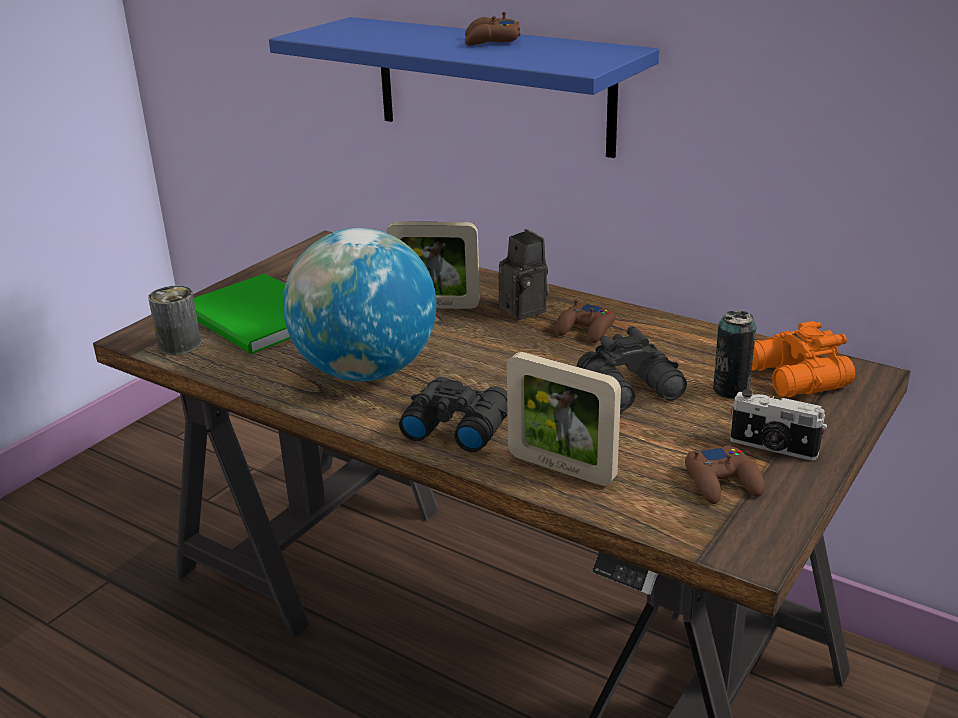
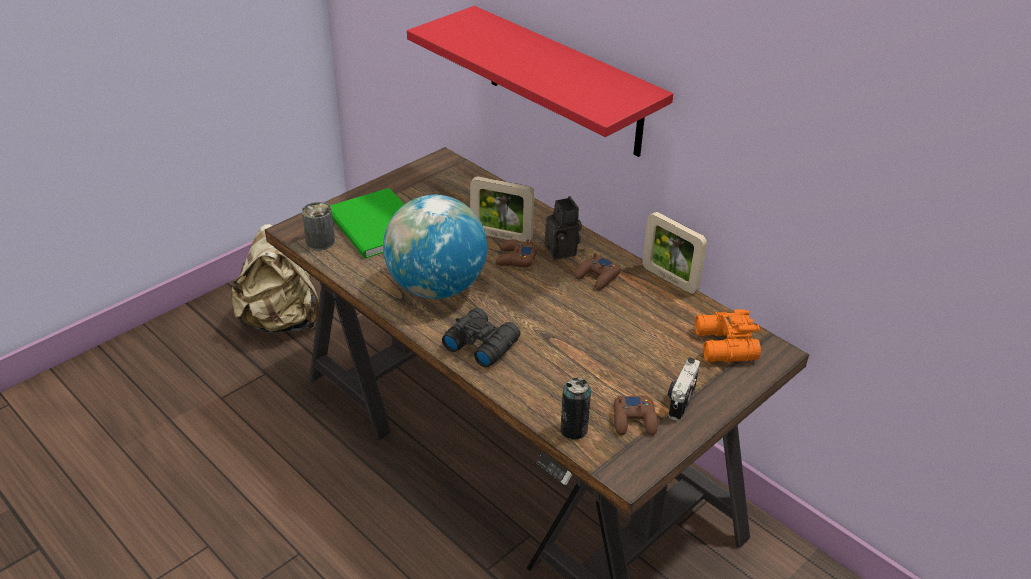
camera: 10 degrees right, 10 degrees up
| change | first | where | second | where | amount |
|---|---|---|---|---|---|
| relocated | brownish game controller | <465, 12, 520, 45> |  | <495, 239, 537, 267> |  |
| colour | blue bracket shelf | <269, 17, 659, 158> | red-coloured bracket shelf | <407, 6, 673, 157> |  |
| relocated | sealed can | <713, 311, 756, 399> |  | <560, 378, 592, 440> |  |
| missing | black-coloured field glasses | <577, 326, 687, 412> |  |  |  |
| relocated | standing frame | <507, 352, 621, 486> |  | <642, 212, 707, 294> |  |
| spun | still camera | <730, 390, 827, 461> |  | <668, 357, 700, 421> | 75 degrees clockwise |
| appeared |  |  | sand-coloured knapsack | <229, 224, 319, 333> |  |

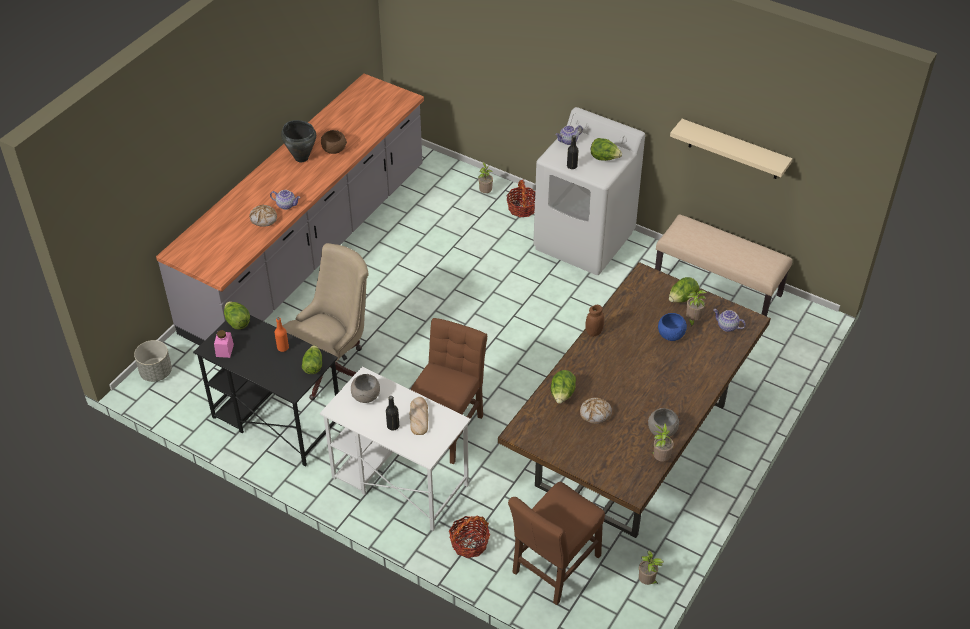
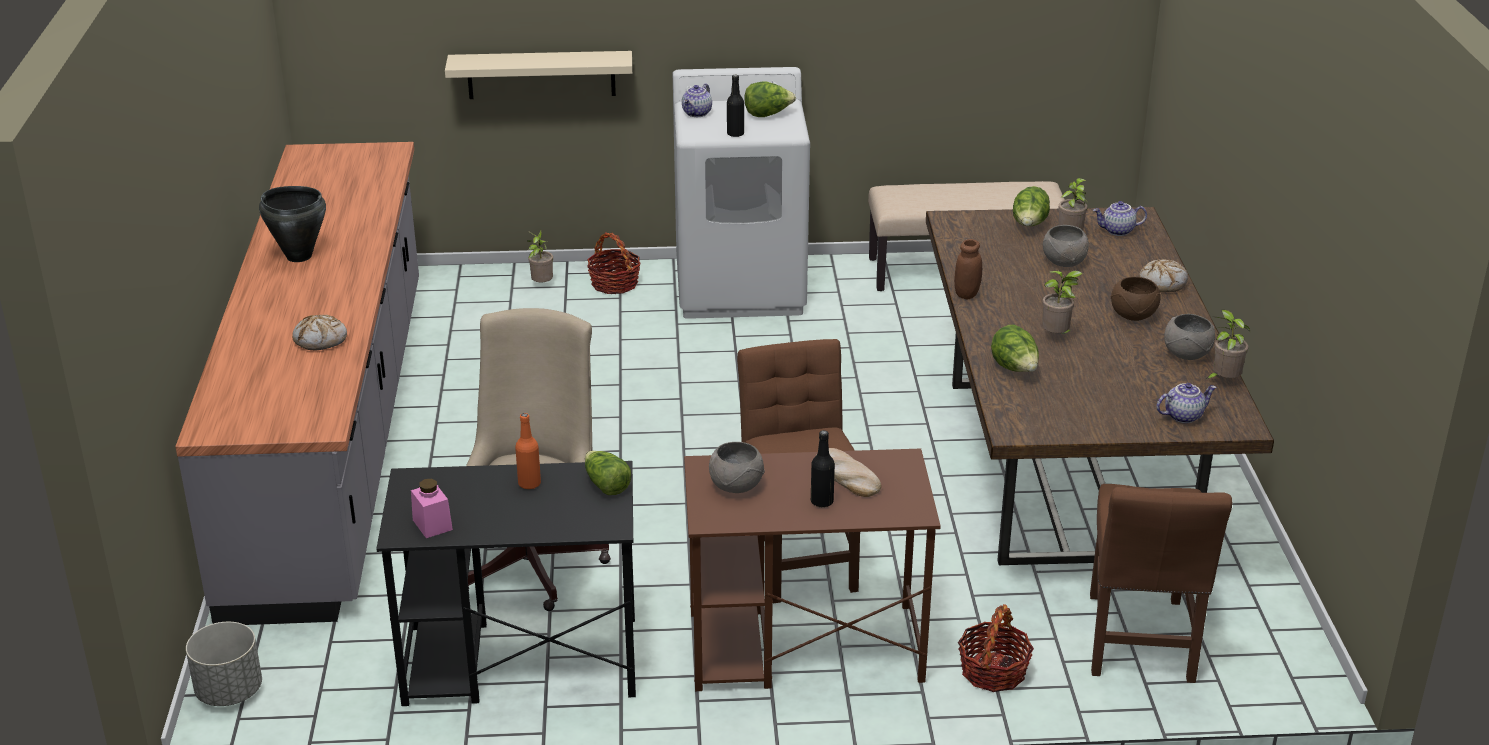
camera: 35 degrees left, 15 degrees down
| change | first | where | second | where | amount |
|---|---|---|---|---|---|
| relocated | sand-coloured bracket shelf | <670, 119, 792, 179> |  | <445, 51, 632, 99> |  |
| relocated | brownish serving bowl | <321, 130, 347, 154> |  | <1111, 277, 1161, 321> |  |
| relocated | teapot | <270, 190, 300, 210> |  | <1156, 383, 1217, 423> |  |
| missing | head of lettuce | <224, 301, 250, 330> |  |  |  |
| colour | blue serving bowl | <658, 313, 687, 341> | grey serving bowl | <1043, 225, 1089, 267> |  |
| colour | whitish desk | <320, 367, 471, 531> | brownish desk | <684, 448, 941, 691> |  |
| relocated | bakery bread | <580, 398, 612, 424> |  | <1139, 259, 1188, 292> |  |
| relocated | potted plant | <639, 551, 664, 585> |  | <1042, 271, 1083, 334> |  |

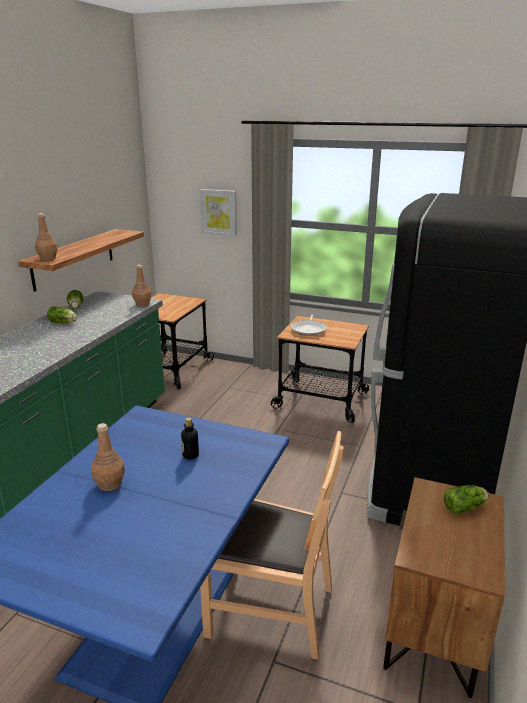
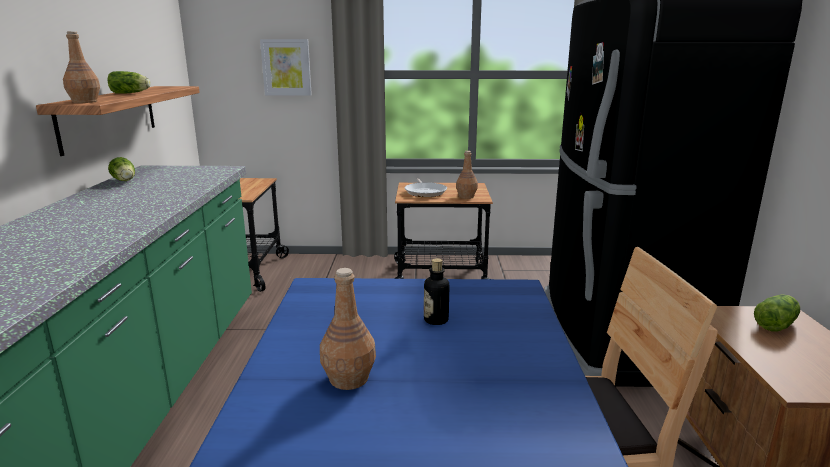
camera: 20 degrees left, 5 degrees down
| change | first | where | second | where | amount |
|---|---|---|---|---|---|
| relocated | brownish bottle | <132, 265, 152, 307> |  | <456, 151, 478, 199> |  |
| relocated | head of lettuce | <47, 306, 77, 323> |  | <108, 71, 151, 94> |  |

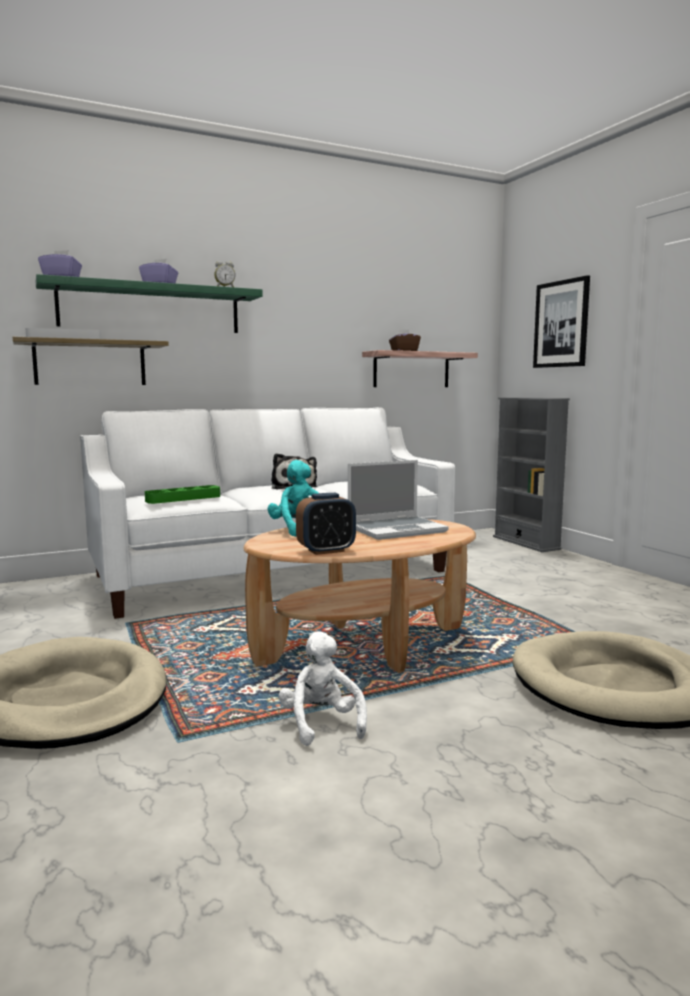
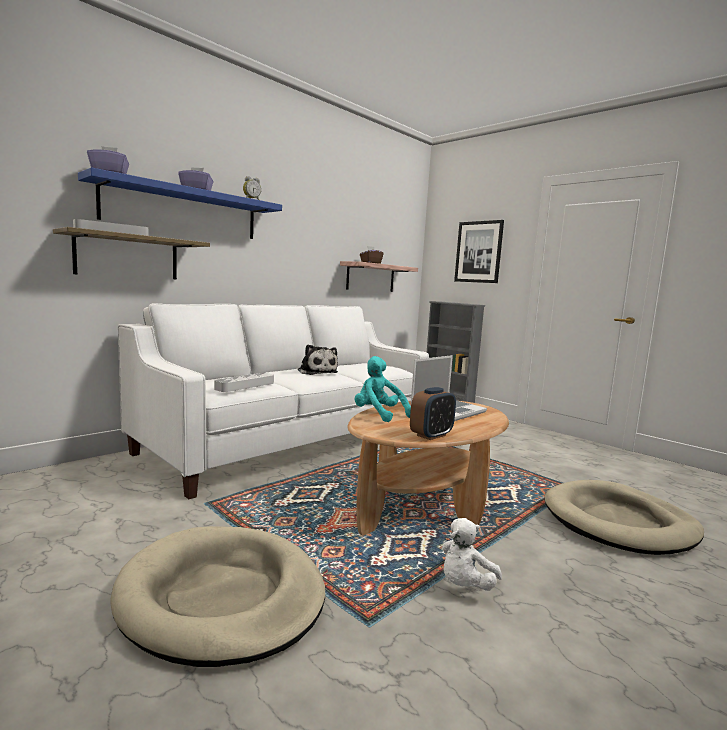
camera: 20 degrees left, 0 degrees up
| change | first | where | second | where | amount |
|---|---|---|---|---|---|
| colour | green bracket shelf | <36, 274, 262, 333> | blue bracket shelf | <78, 167, 282, 239> |  |
| colour | green tray | <145, 485, 220, 504> | grey tray | <214, 373, 274, 392> |  |
| spun | whitish soft toy | <279, 631, 367, 746> |  | <442, 518, 502, 591> | 105 degrees counterclockwise |

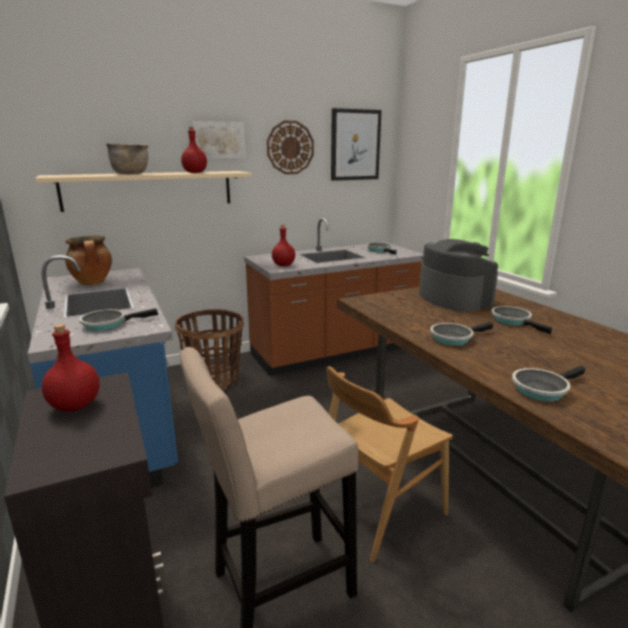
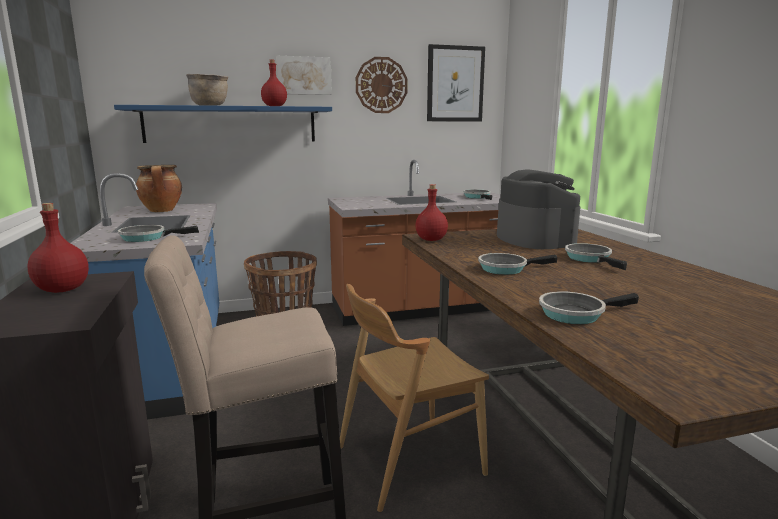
camera: 10 degrees right, 5 degrees down
| change | first | where | second | where | amount |
|---|---|---|---|---|---|
| colour | sand-coloured bracket shelf | <35, 171, 252, 212> | blue bracket shelf | <114, 105, 332, 143> |  |
| relocated | red-coloured bottle | <272, 225, 295, 266> |  | <415, 184, 448, 241> |  |

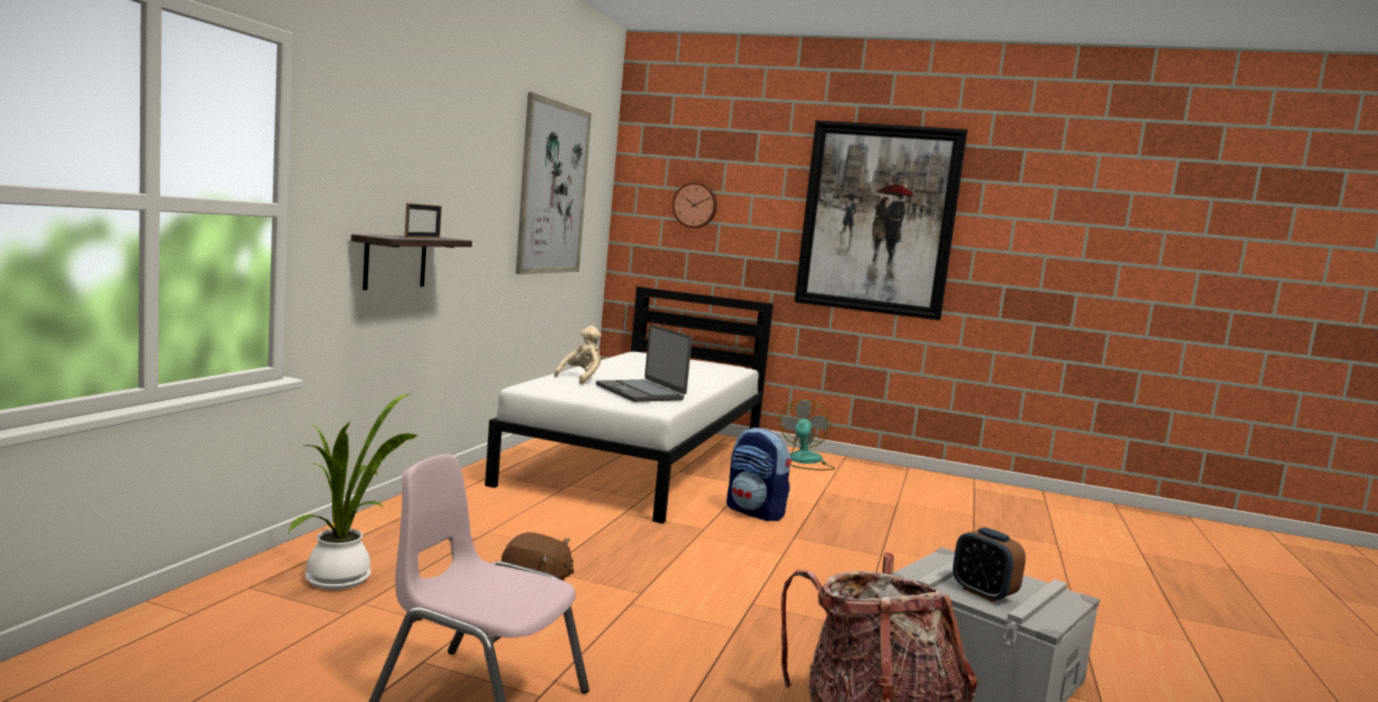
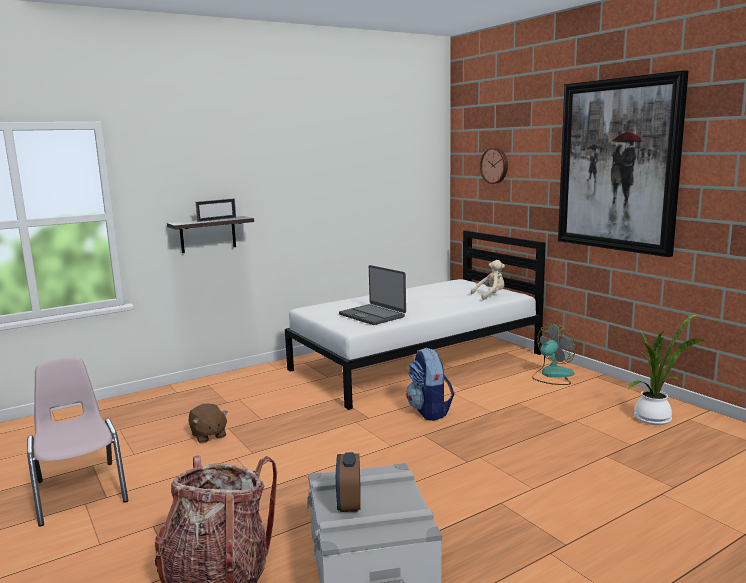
camera: 40 degrees right, 5 degrees up
| change | first | where | second | where | amount |
|---|---|---|---|---|---|
| missing | wall art | <516, 92, 592, 274> |  |  |  |
| spun | portable computer | <596, 324, 692, 402> |  | <339, 265, 406, 325> | 45 degrees counterclockwise |
| relocated | sand-coloured soft toy | <554, 326, 601, 385> |  | <471, 260, 505, 300> |  |
| relocated | potted plant | <288, 393, 418, 590> |  | <628, 314, 706, 425> |  |

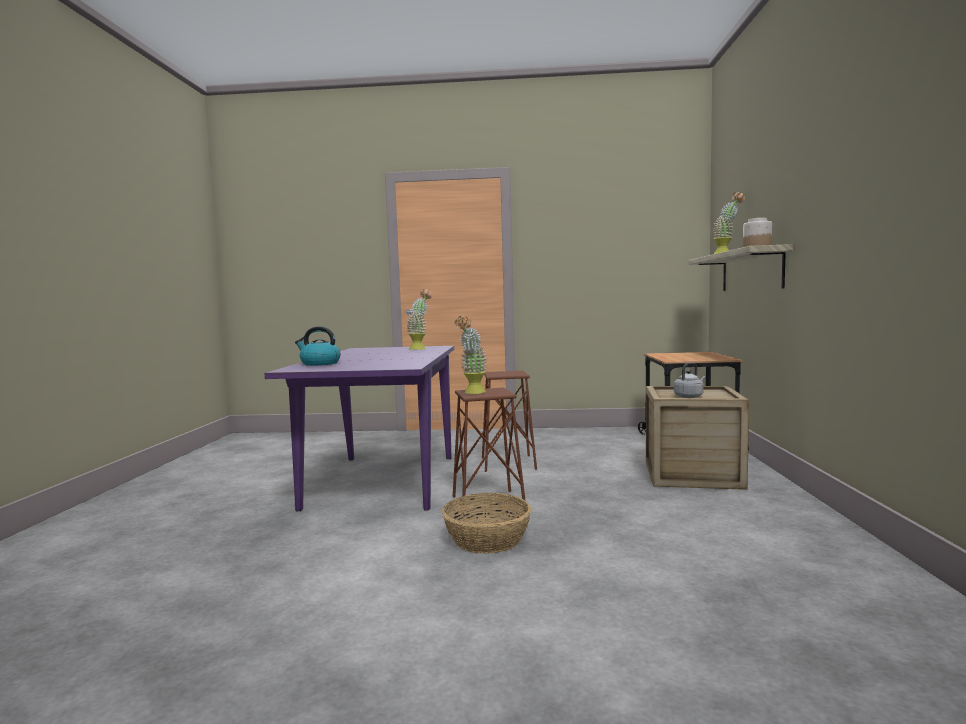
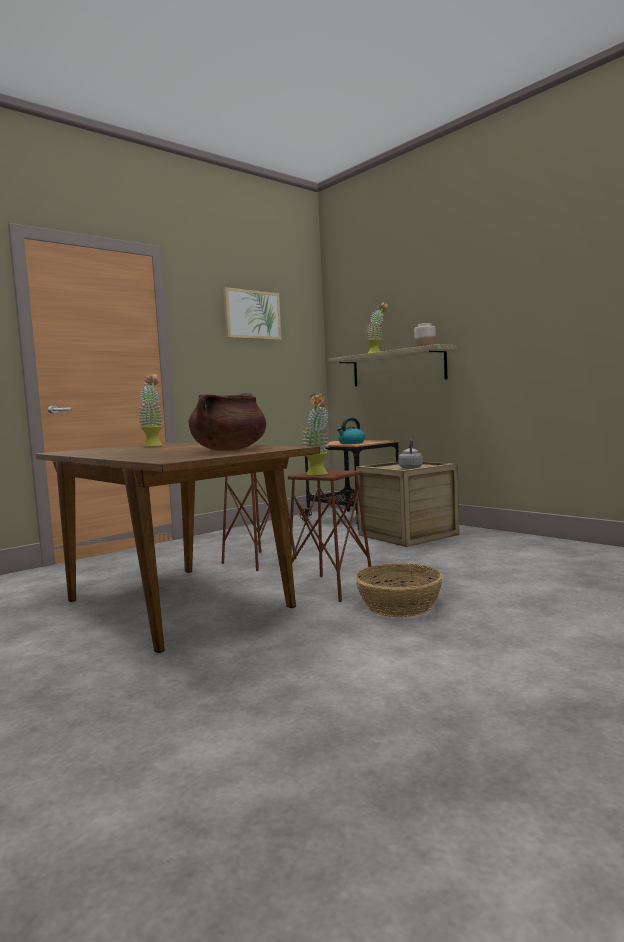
camera: 45 degrees left, 0 degrees up
| change | first | where | second | where | amount |
|---|---|---|---|---|---|
| relocated | tea kettle | <295, 326, 340, 366> |  | <337, 418, 365, 444> |  |
| colour | purple-coloured dining table | <265, 346, 454, 511> | brownish dining table | <36, 443, 320, 653> |  |
| appeared |  |  | wall art | <223, 287, 282, 340> |  |
| appeared |  |  | brownish stockpot | <189, 393, 266, 451> |  |

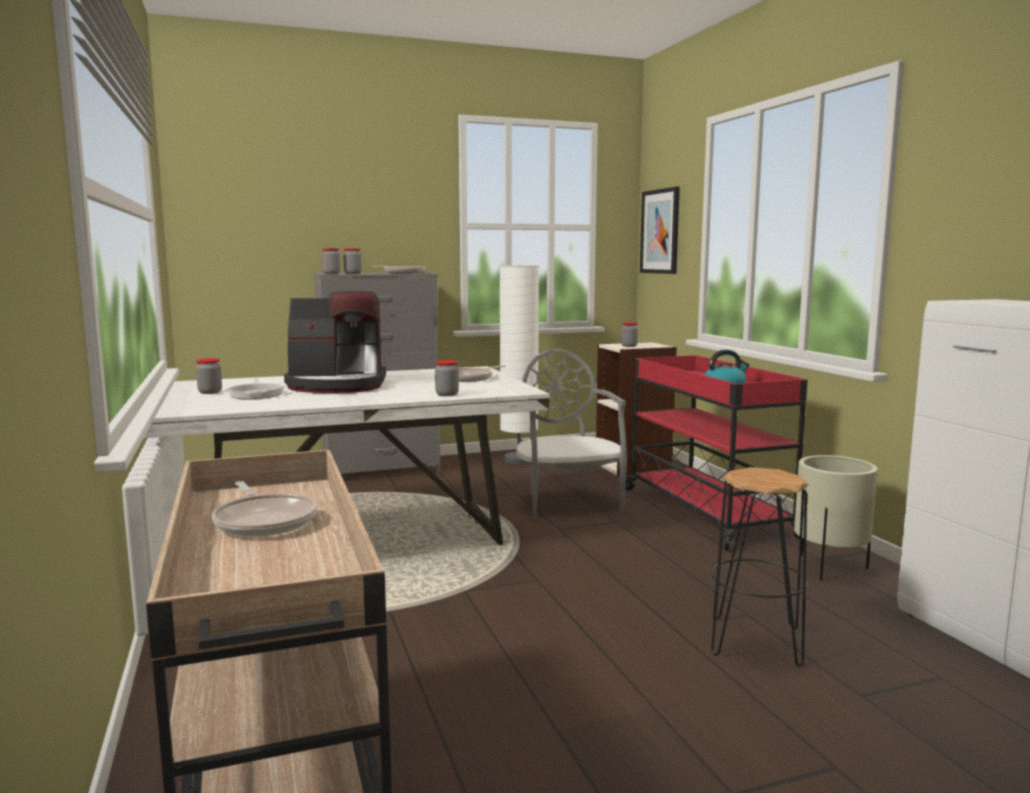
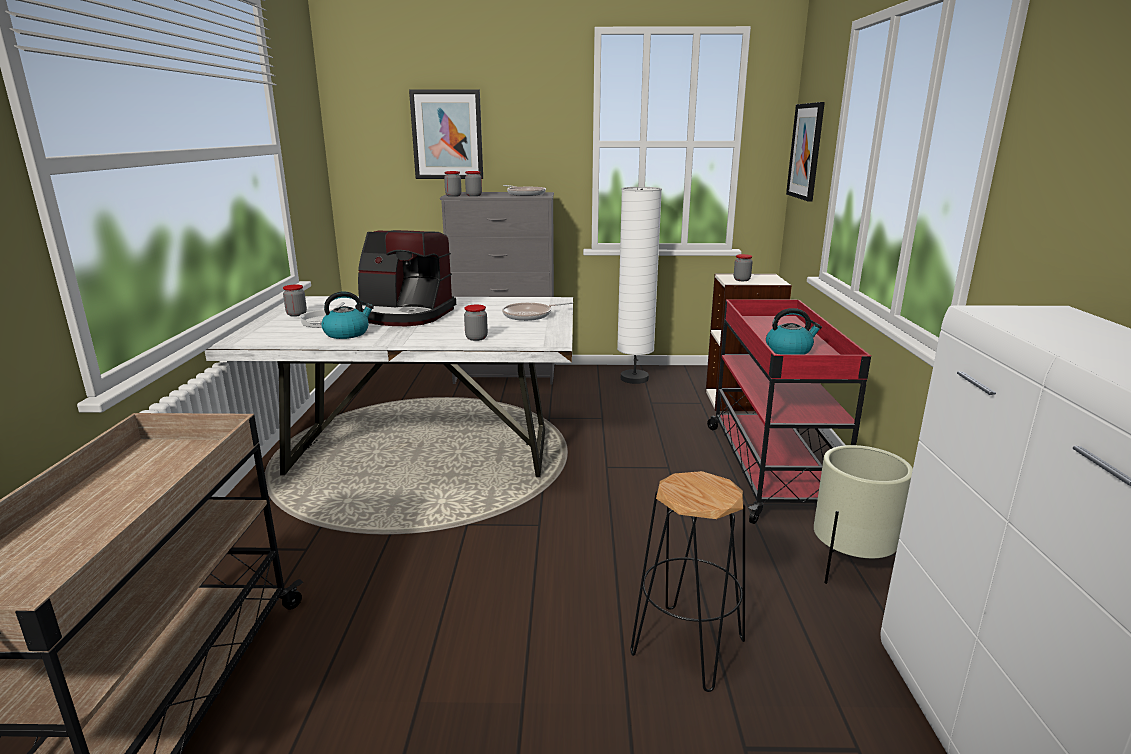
camera: 20 degrees right, 10 degrees up
| change | first | where | second | where | amount |
|---|---|---|---|---|---|
| missing | grey plain chair | <516, 349, 627, 518> |  |  |  |
| missing | skillet | <212, 481, 318, 537> |  |  |  |
| appeared |  |  | wall art | <409, 90, 483, 179> |  |
| appeared |  |  | tea kettle | <322, 292, 374, 339> |  |

